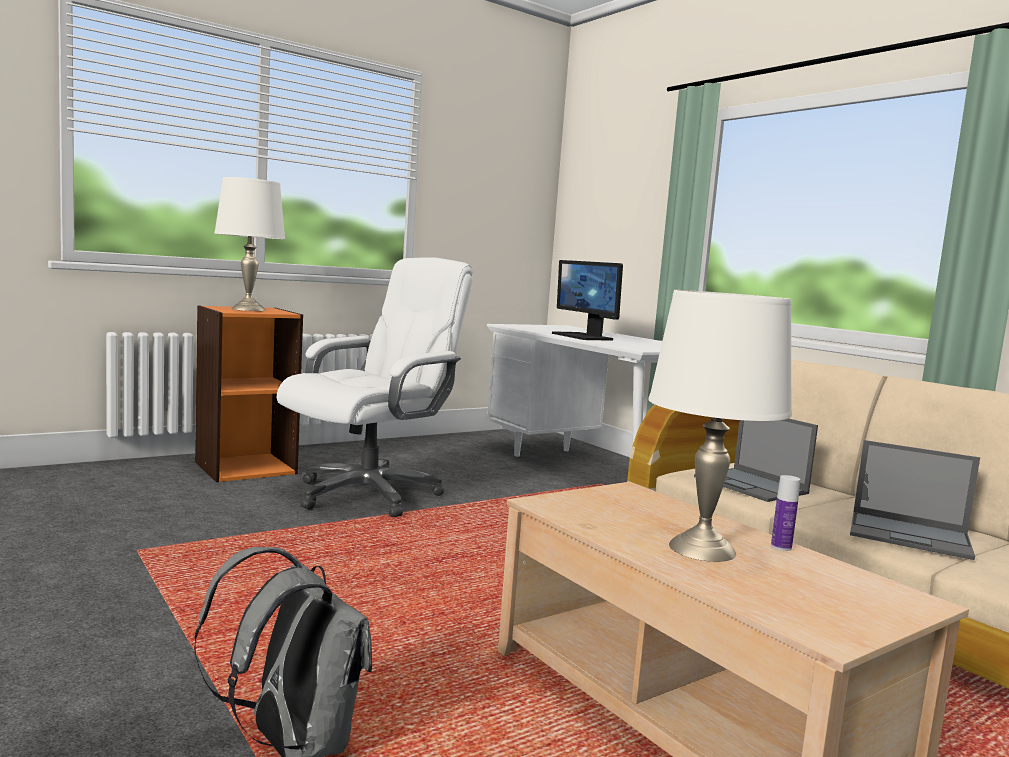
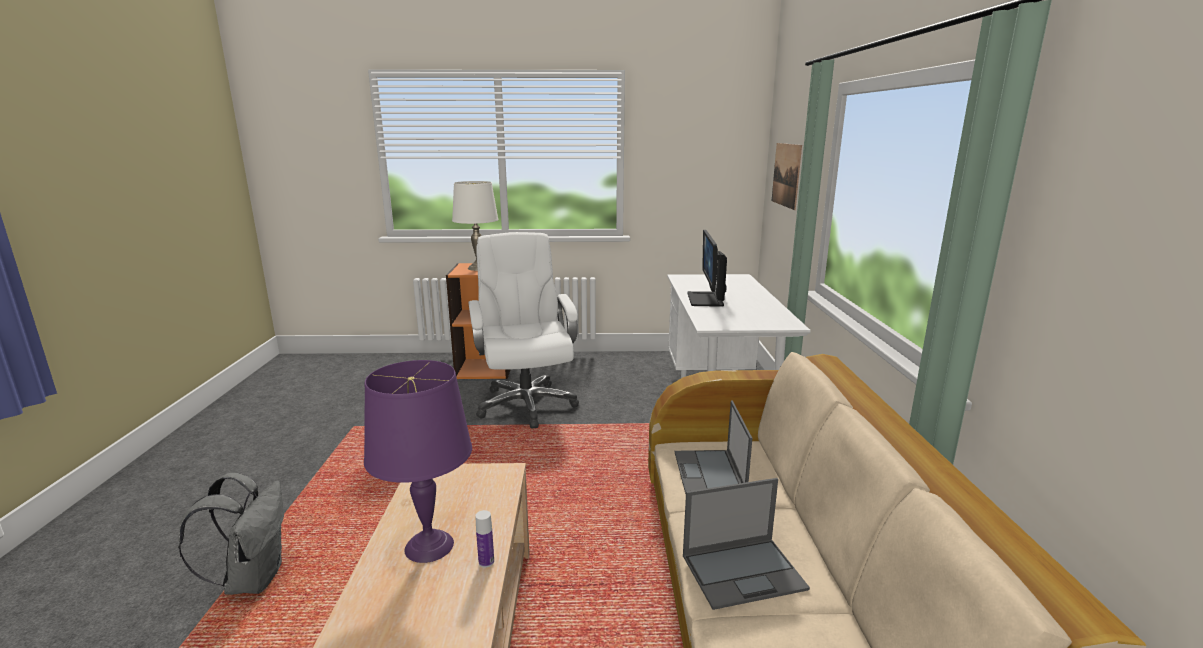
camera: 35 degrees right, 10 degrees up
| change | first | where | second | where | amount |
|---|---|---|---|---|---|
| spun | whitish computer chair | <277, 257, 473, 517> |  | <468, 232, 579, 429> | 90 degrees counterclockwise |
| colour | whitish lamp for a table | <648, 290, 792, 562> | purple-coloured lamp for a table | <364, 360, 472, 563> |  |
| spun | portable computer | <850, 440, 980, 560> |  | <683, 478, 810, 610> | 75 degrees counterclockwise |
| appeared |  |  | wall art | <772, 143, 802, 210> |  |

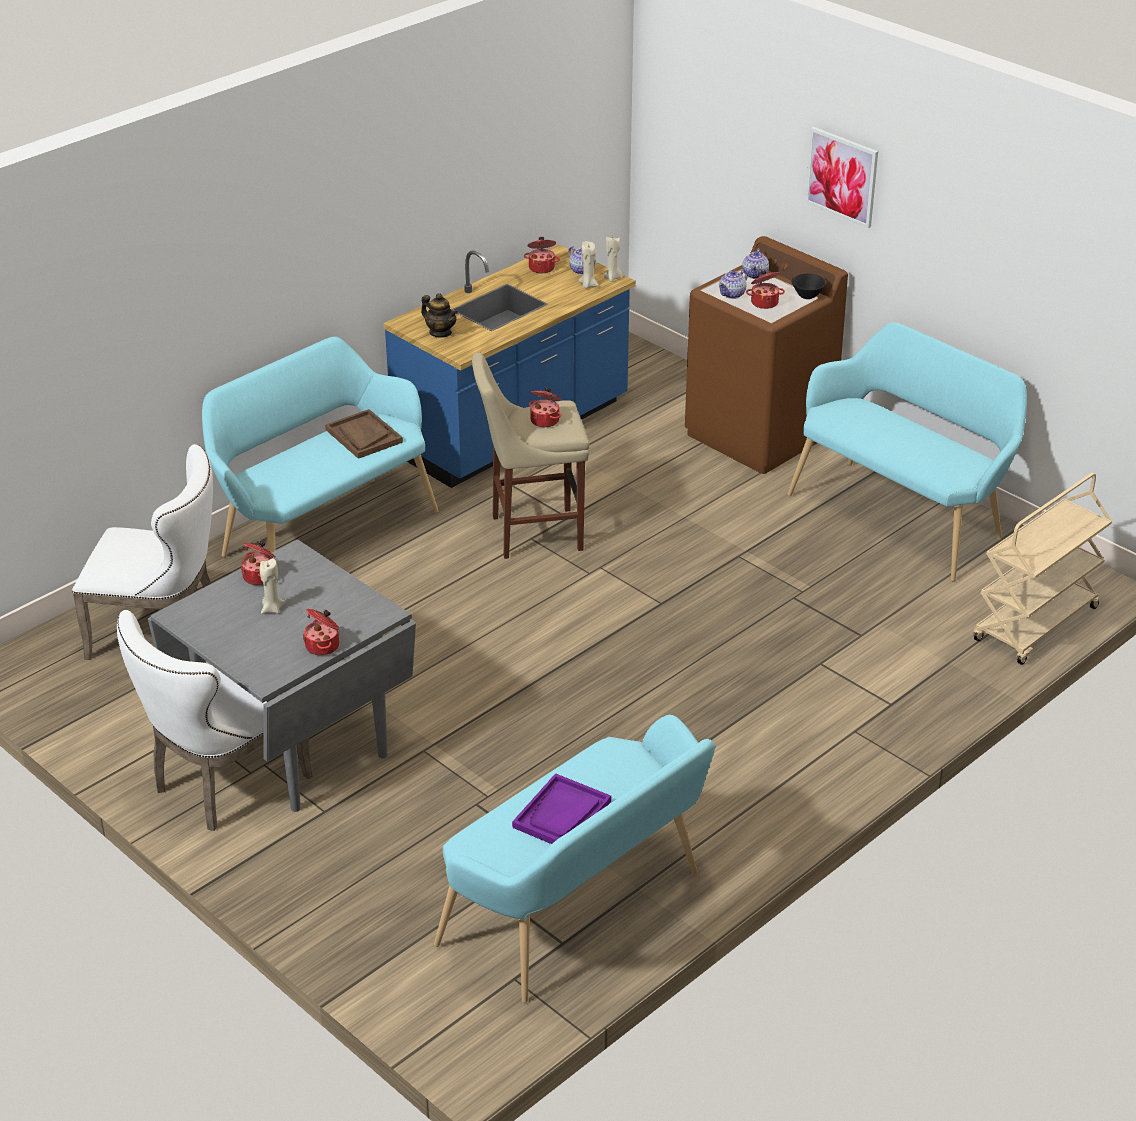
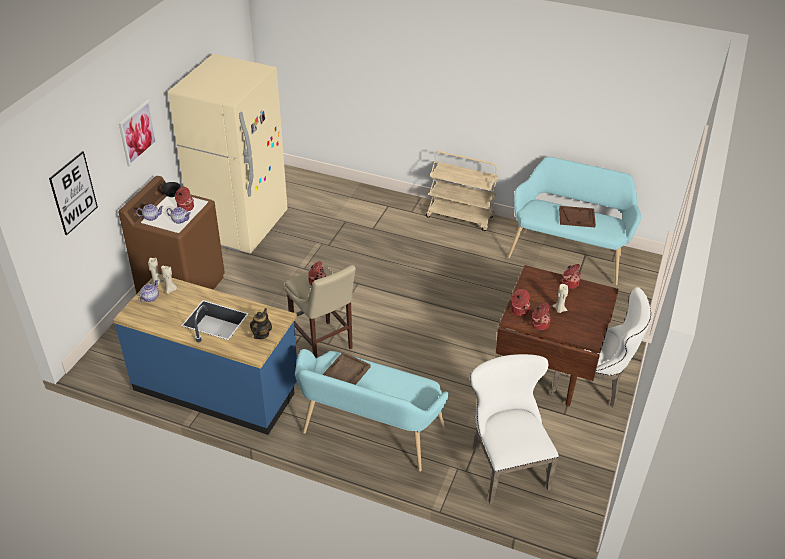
camera: 115 degrees left, 5 degrees up
| change | first | where | second | where | amount |
|---|---|---|---|---|---|
| relocated | stockpot | <524, 237, 560, 273> |  | <511, 289, 530, 316> |  |
| exchanged | turquoise-coloured indoor bench | <787, 322, 1027, 581> | sand-coloured refrigerator | <168, 54, 288, 254> |  |
| relocated | sand-coloured wheeled cart | <973, 473, 1112, 665> |  | <426, 151, 498, 231> |  |
| colour | grey dining table | <148, 540, 416, 812> | brownish dining table | <496, 265, 619, 406> |  |
| colour | purple-coloured tray | <512, 773, 611, 844> | brownish tray | <559, 206, 596, 228> |  |
| appeared |  |  | wall art | <49, 151, 98, 235> |  |

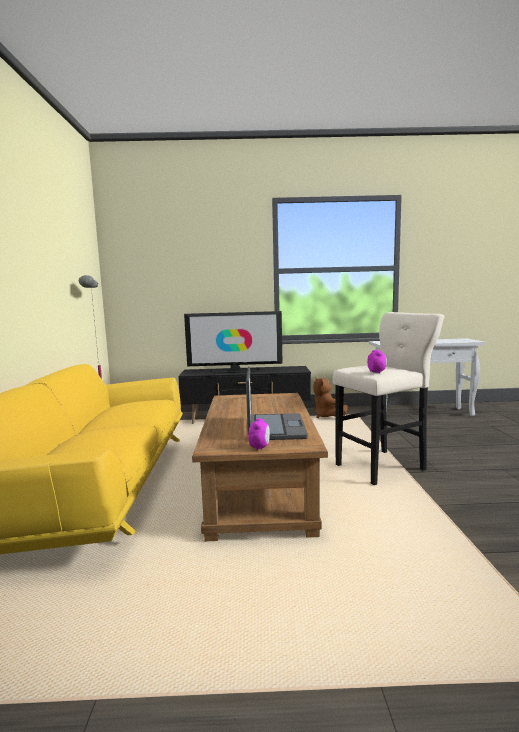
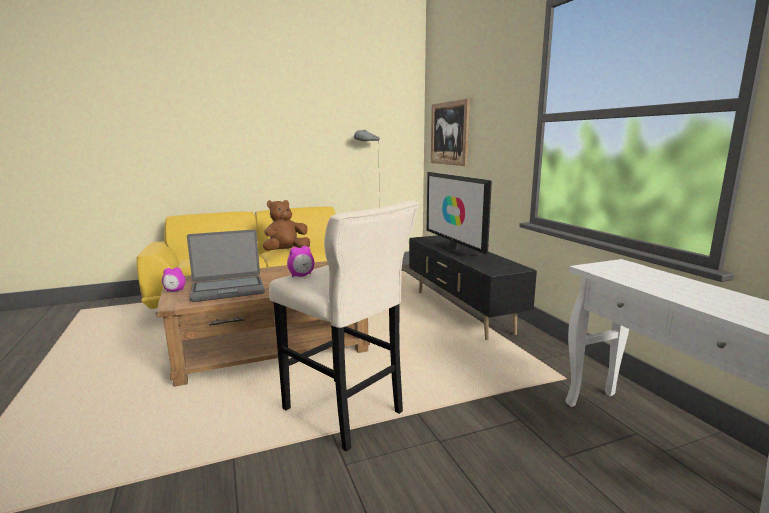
camera: 70 degrees right, 5 degrees up
| change | first | where | second | where | amount |
|---|---|---|---|---|---|
| relocated | brownish soft toy | <313, 377, 348, 418> |  | <263, 200, 310, 250> |  |
| appeared |  |  | wall art | <431, 98, 470, 166> |  |

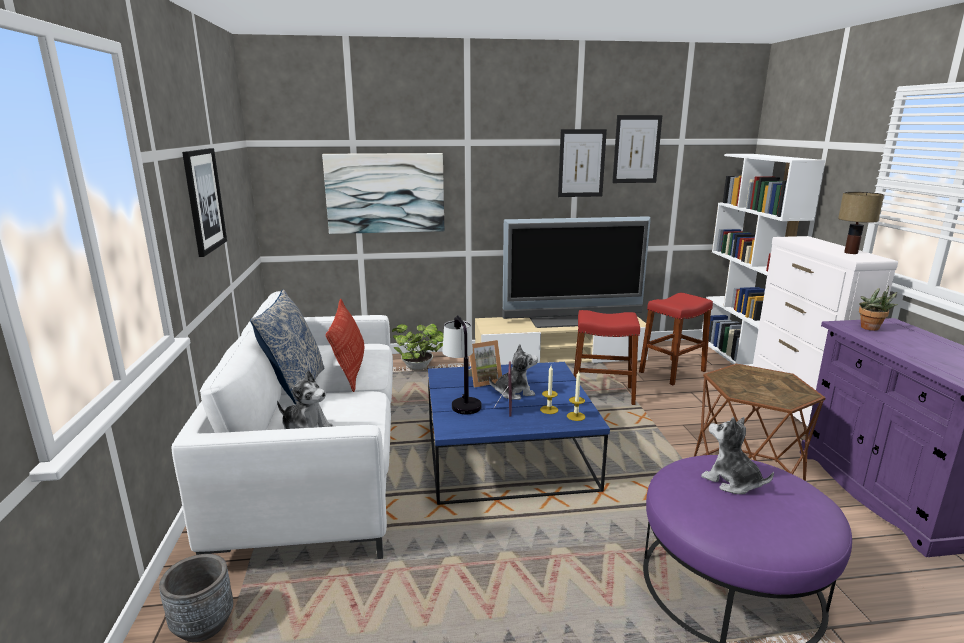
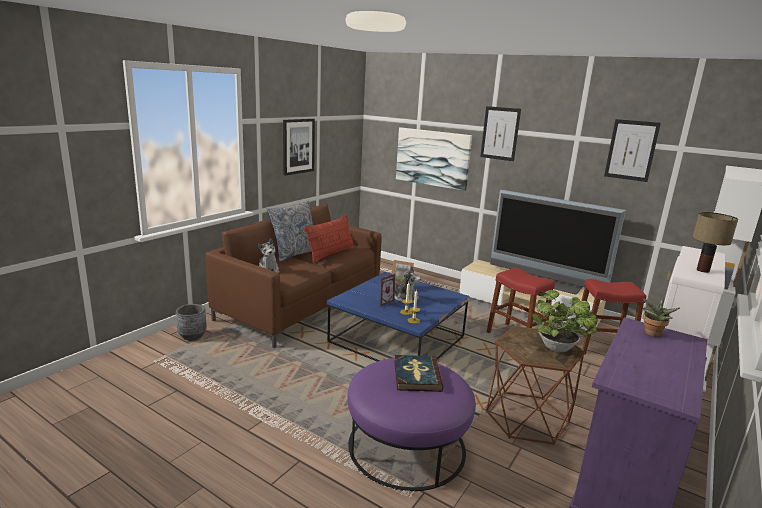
camera: 40 degrees right, 0 degrees up
| change | first | where | second | where | amount |
|---|---|---|---|---|---|
| relocated | wall art | <558, 129, 607, 197> |  | <480, 106, 521, 161> |  |
| colour | whitish couch | <172, 291, 393, 559> | brownish couch | <205, 204, 382, 348> |  |
| missing | lamp for a table | <443, 315, 482, 414> |  |  |  |
| relocated | potted plant | <392, 324, 444, 370> |  | <532, 290, 598, 352> |  |
| exchanged | soft toy | <701, 417, 774, 494> | book | <394, 355, 443, 392> |  |

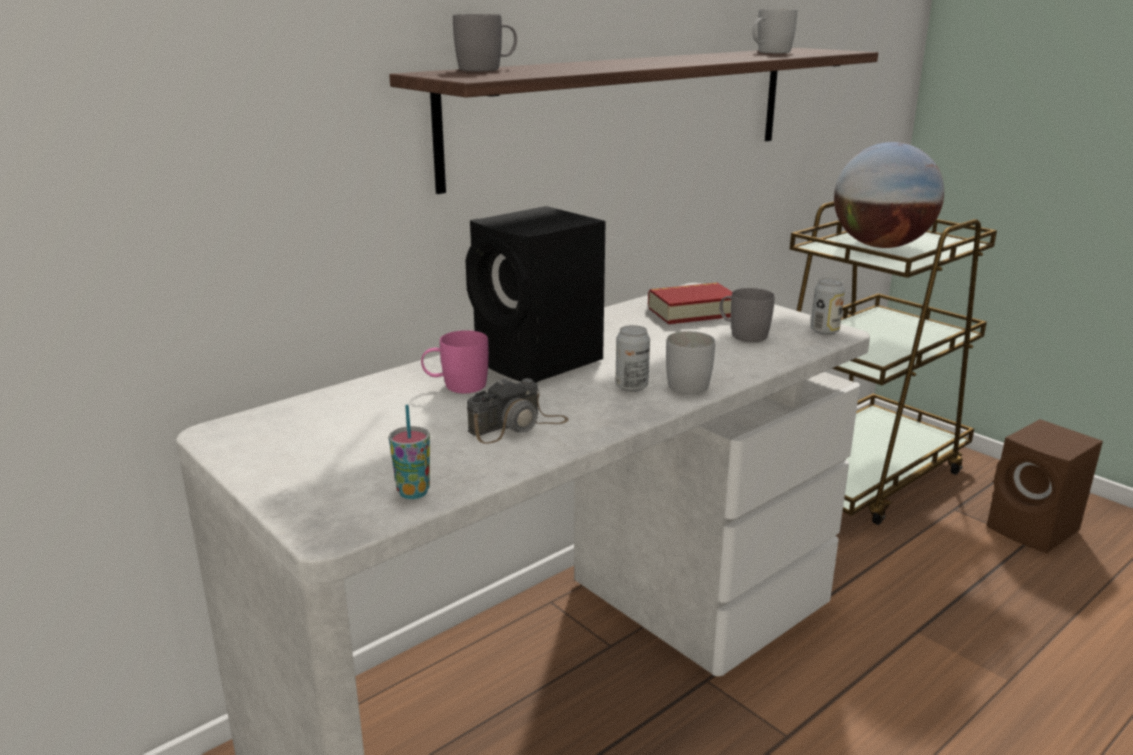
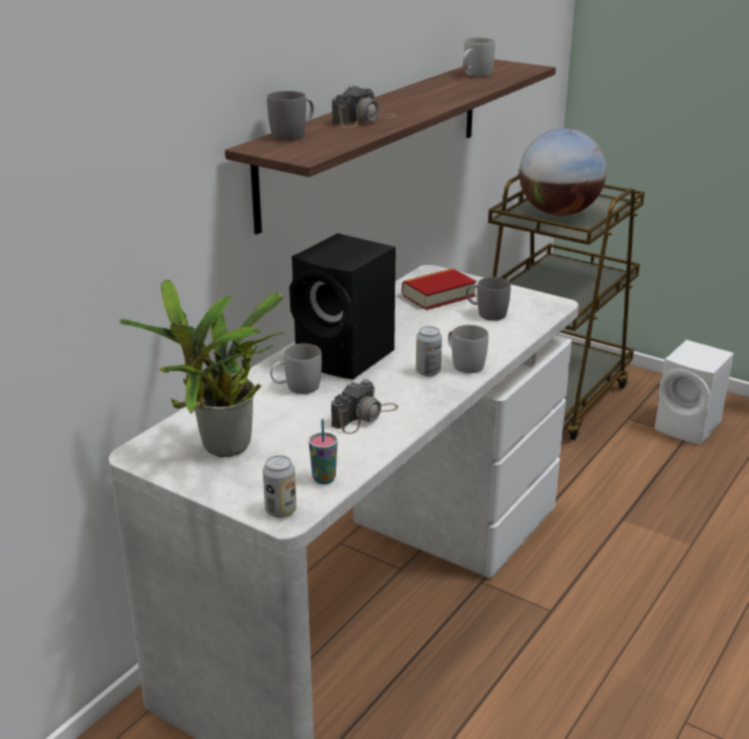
camera: 15 degrees left, 5 degrees up
| change | first | where | second | where | amount |
|---|---|---|---|---|---|
| relocated | sealed can | <811, 278, 845, 335> |  | <263, 455, 296, 518> |  |
| colour | pink tea mug | <421, 330, 489, 393> | whitish tea mug | <270, 343, 322, 394> |  |
| colour | brownish speaker | <987, 419, 1103, 553> | whitish speaker | <655, 340, 734, 445> |  |
| appeared |  |  | still camera | <332, 86, 396, 128> |  |
| appeared |  |  | potted plant | <119, 279, 286, 457> |  |

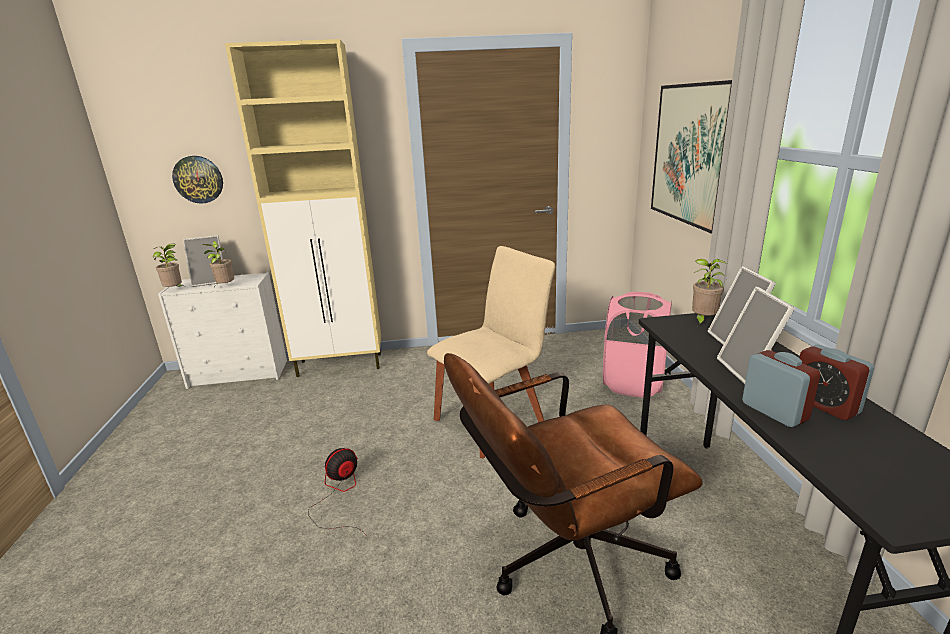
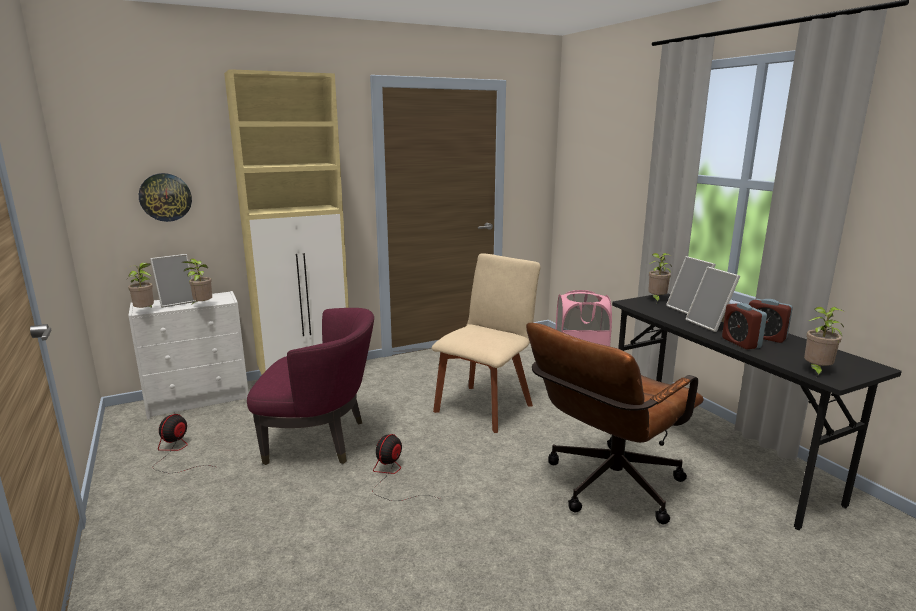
camera: 20 degrees left, 5 degrees down
| change | first | where | second | where | amount |
|---|---|---|---|---|---|
| missing | wall art | <651, 80, 732, 234> |  |  |  |
| spun | alarm clock | <742, 350, 820, 427> |  | <722, 303, 767, 349> | 150 degrees counterclockwise |
| appeared |  |  | potted plant | <804, 307, 845, 377> |  |
| appeared |  |  | purple-coloured easy chair | <247, 308, 374, 465> |  |
| appeared |  |  | cooling fan | <153, 414, 215, 474> |  |

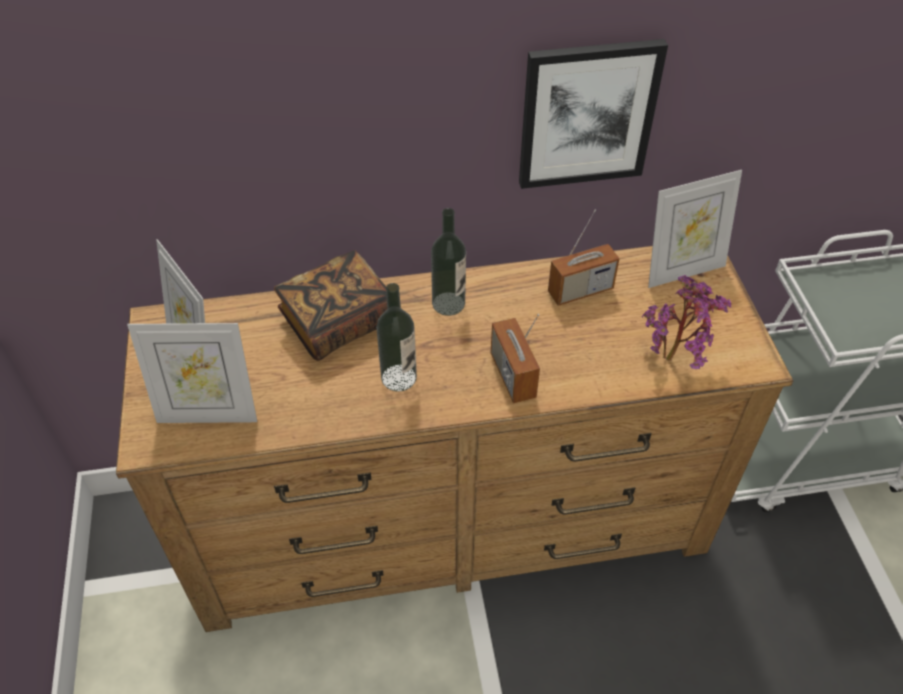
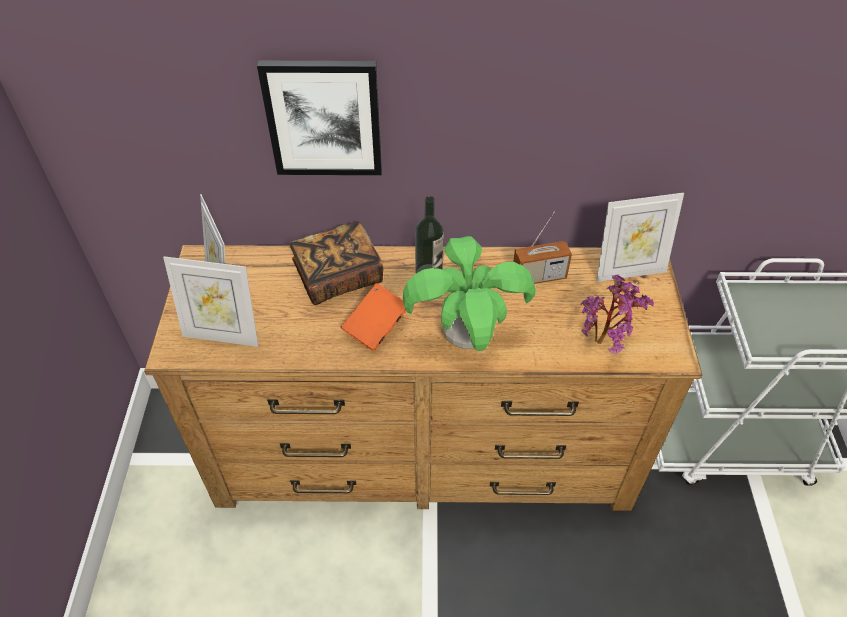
camera: 10 degrees right, 0 degrees up
| change | first | where | second | where | amount |
|---|---|---|---|---|---|
| relocated | wall art | <519, 39, 668, 189> |  | <257, 60, 382, 175> |  |
| exchanged | bottle | <376, 283, 417, 392> | orangey book | <341, 283, 406, 351> |  |
| exchanged | radio | <491, 314, 540, 403> | potted plant | <403, 236, 536, 351> |  |

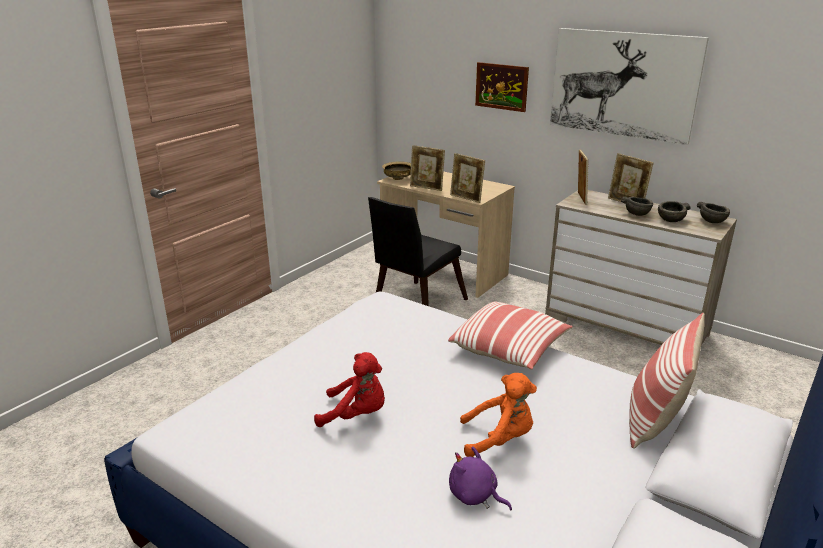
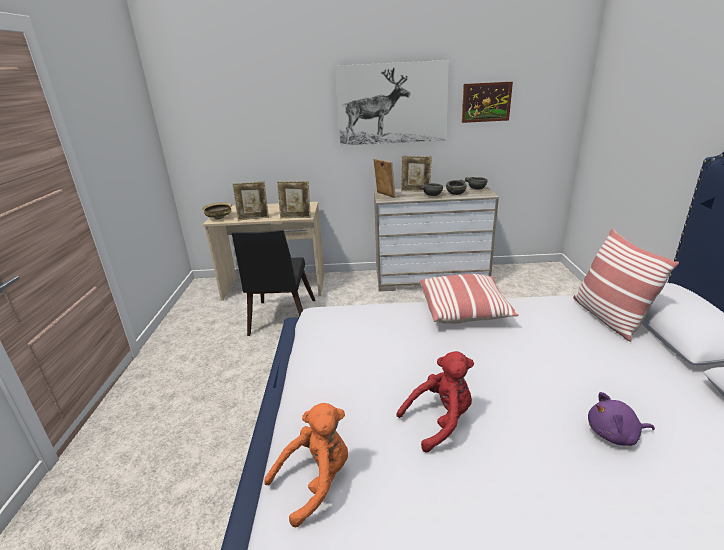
camera: 35 degrees left, 0 degrees up
| change | first | where | second | where | amount |
|---|---|---|---|---|---|
| relocated | wall art | <475, 62, 529, 112> |  | <462, 82, 513, 123> |  |
| relocated | orangey soft toy | <460, 373, 537, 457> |  | <264, 403, 348, 527> |  |

